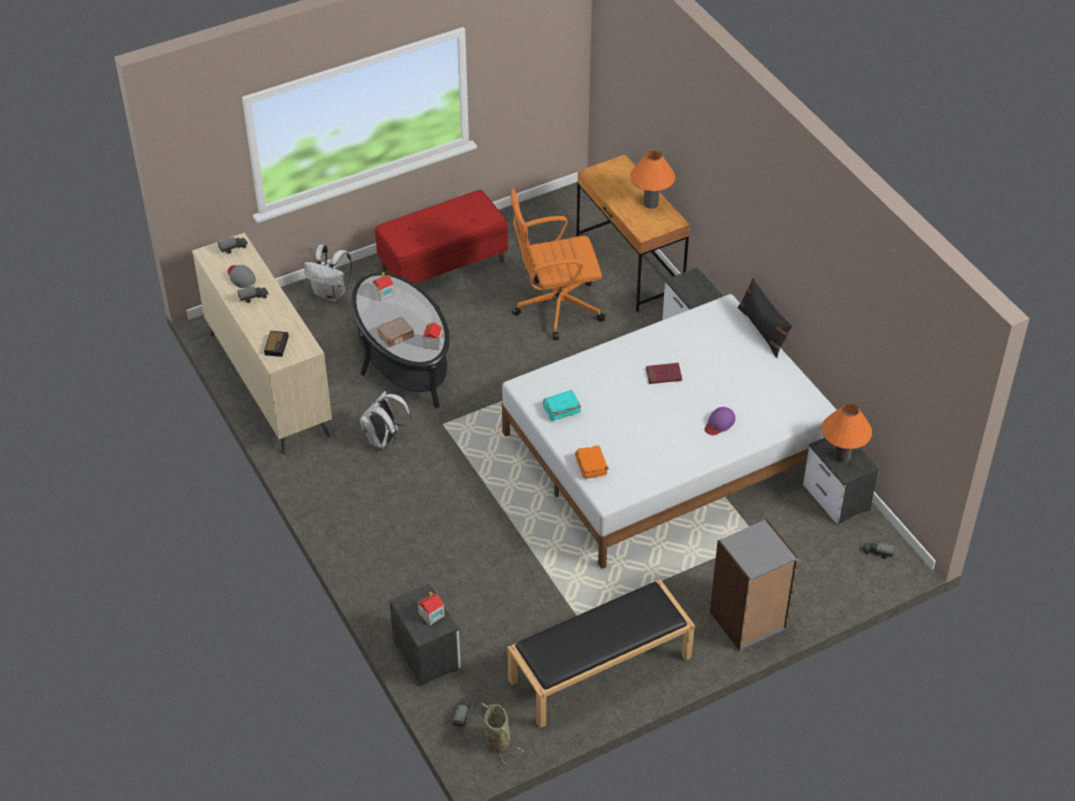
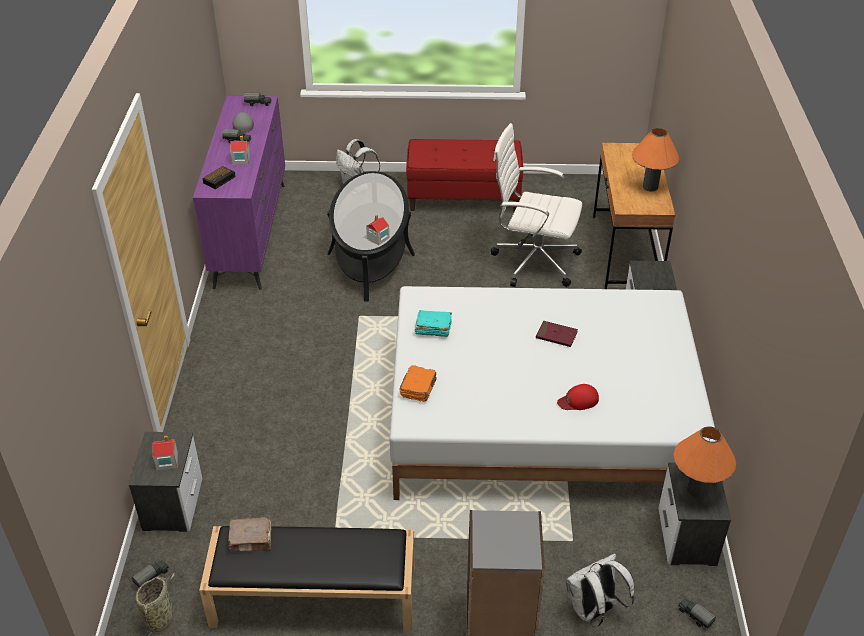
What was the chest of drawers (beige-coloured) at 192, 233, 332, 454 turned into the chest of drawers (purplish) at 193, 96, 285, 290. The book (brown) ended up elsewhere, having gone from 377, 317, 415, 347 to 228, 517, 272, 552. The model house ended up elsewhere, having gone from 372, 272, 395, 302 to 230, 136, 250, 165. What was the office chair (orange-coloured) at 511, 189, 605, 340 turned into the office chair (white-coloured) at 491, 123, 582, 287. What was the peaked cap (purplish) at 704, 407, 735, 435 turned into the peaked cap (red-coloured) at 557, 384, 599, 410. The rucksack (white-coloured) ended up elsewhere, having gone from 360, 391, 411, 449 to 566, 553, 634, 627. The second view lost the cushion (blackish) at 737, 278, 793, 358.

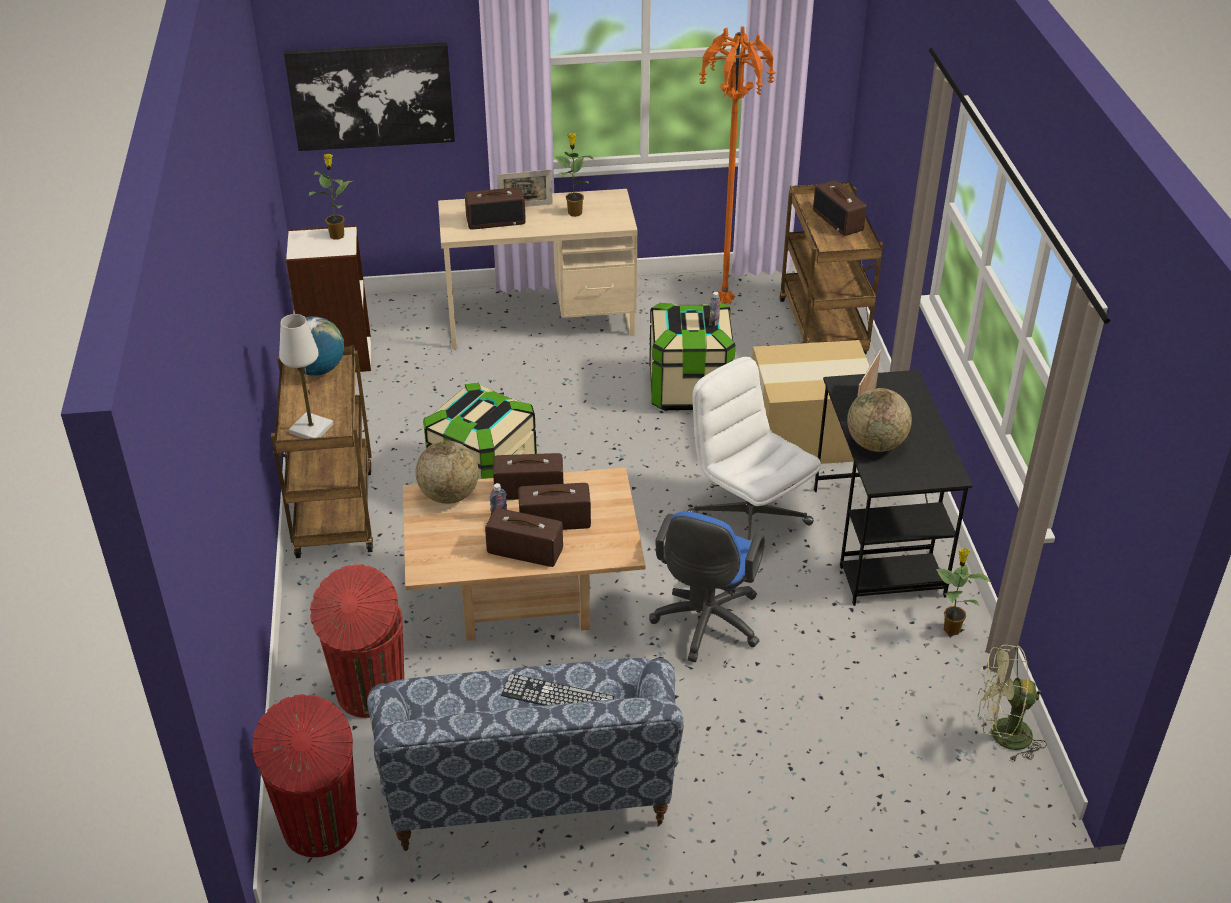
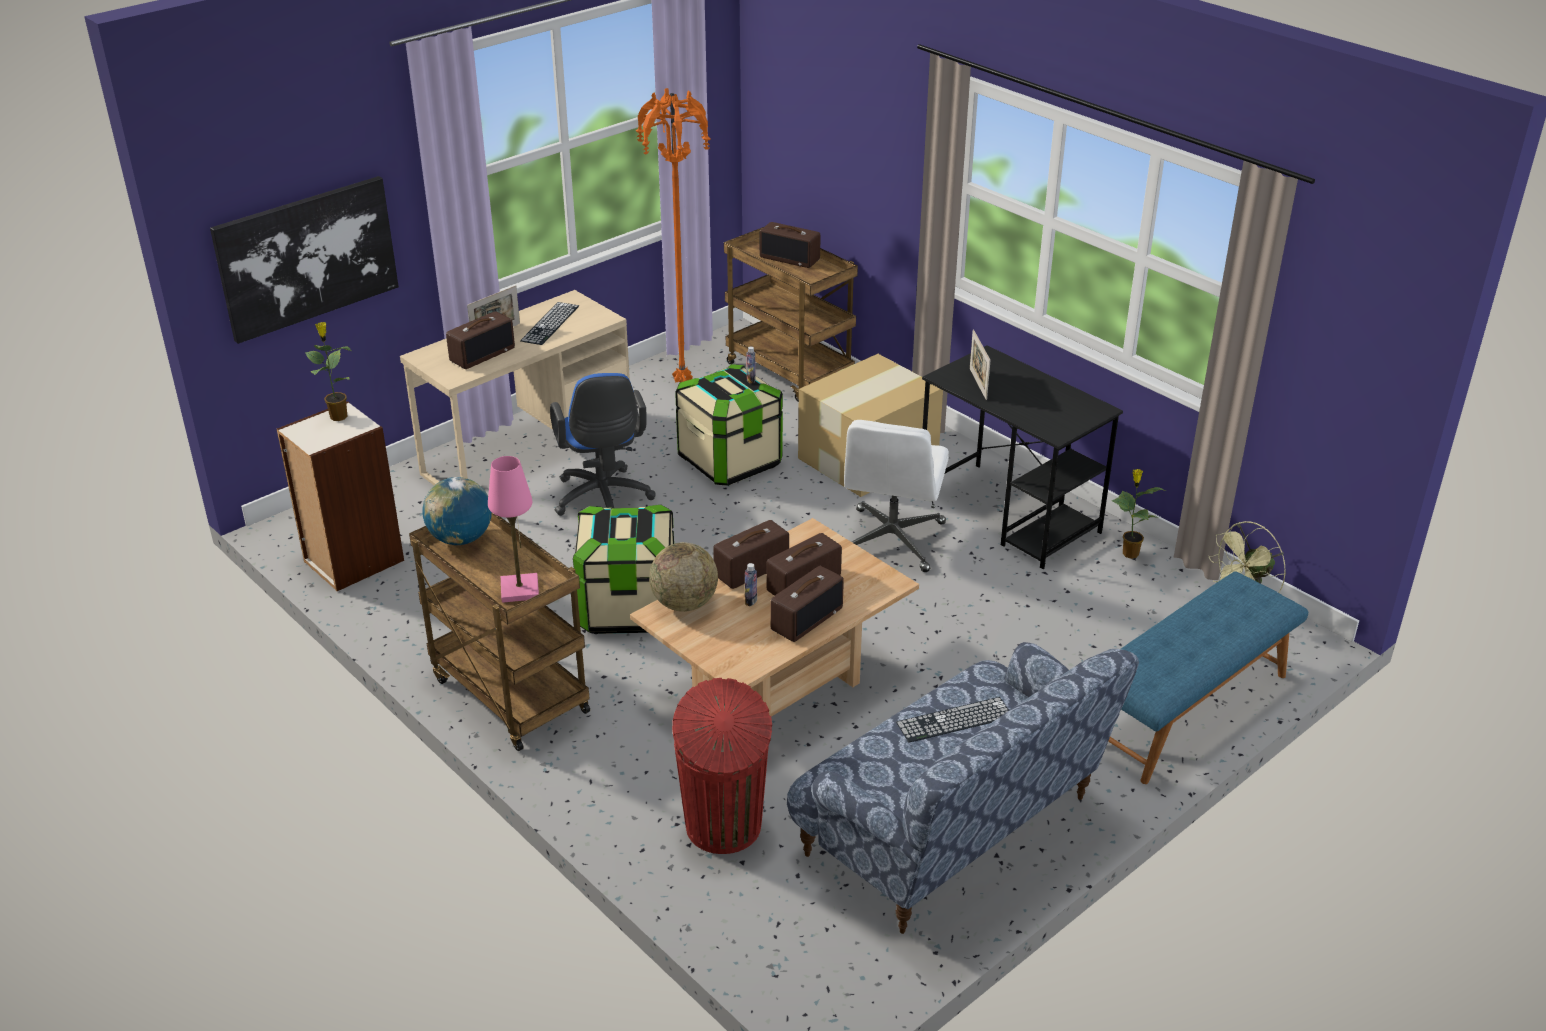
What was the lamp for a table (white-coloured) at 279, 314, 333, 439 turned into the lamp for a table (pink-coloured) at 488, 456, 539, 603. Where the potted plant stood at 556, 133, 594, 217, the PC keyboard came to stand at 520, 302, 579, 345. The office chair (blue-coloured) ended up elsewhere, having gone from 649, 511, 765, 662 to 550, 373, 656, 516. The radio receiver at 485, 508, 563, 567 ended up facing another way, 150 degrees clockwise from before. The office chair (white-coloured) at 687, 357, 821, 541 ended up facing another way, 90 degrees counterclockwise from before. The second view gained the long seat (blue-coloured) at 1108, 572, 1308, 784. The second view lost the rubbish bin (red-coloured) at 252, 694, 357, 857. The second view lost the globe at 847, 388, 912, 452.

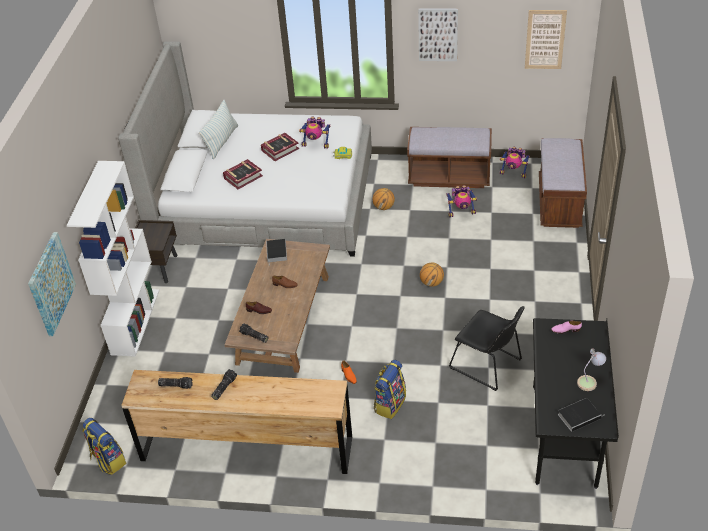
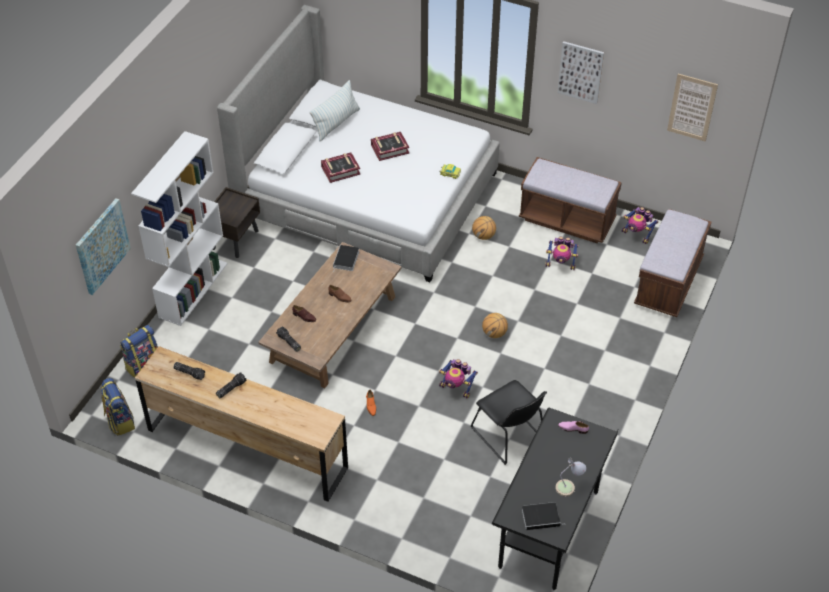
The rucksack ended up elsewhere, having gone from 374, 360, 406, 419 to 120, 325, 158, 378. The robot figure ended up elsewhere, having gone from 299, 117, 331, 149 to 439, 359, 478, 398.

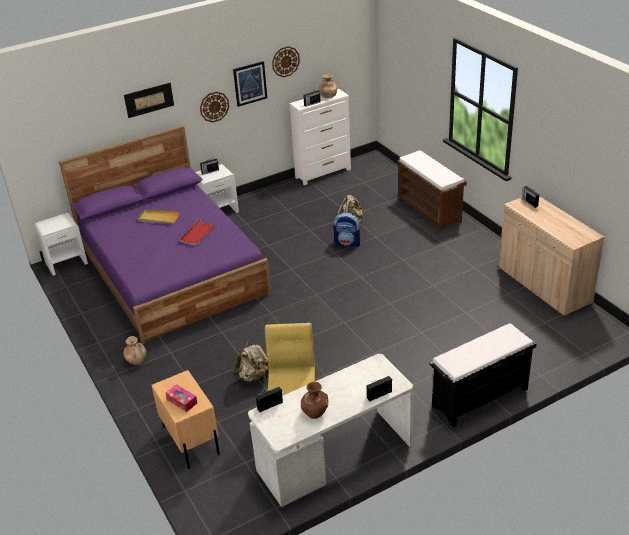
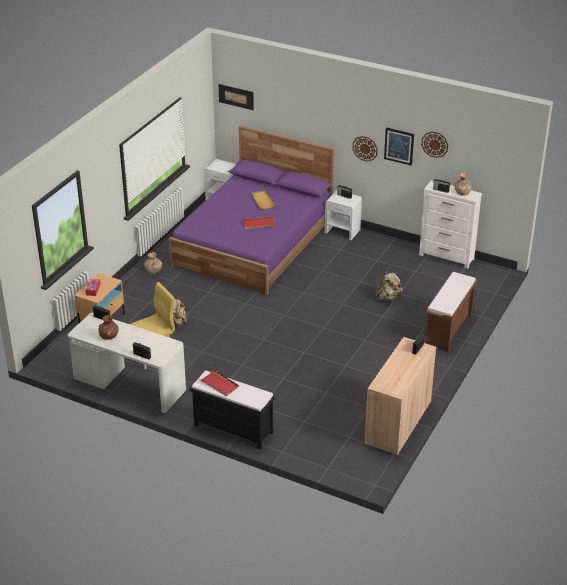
The second view gained the serving tray (red-coloured) at 199, 369, 239, 396. The wall art ended up elsewhere, having gone from 124, 83, 174, 118 to 218, 84, 254, 110. The second view lost the rucksack at 334, 212, 361, 247.

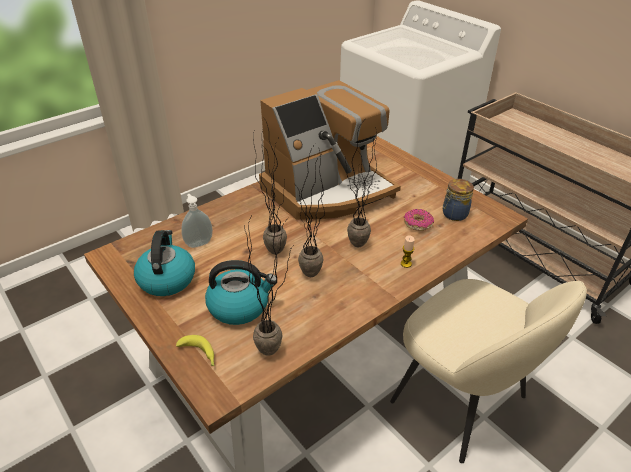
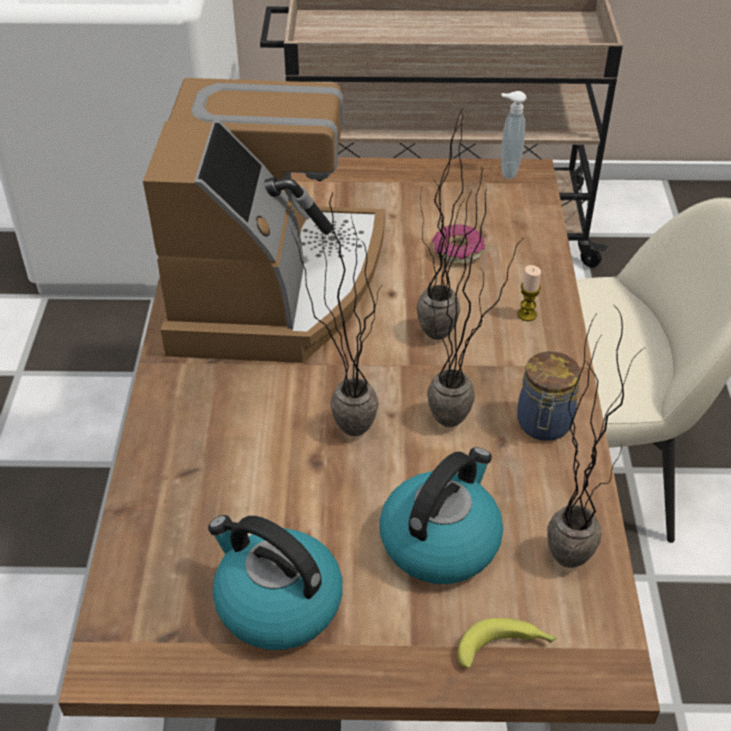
The soap bottle ended up elsewhere, having gone from 181, 194, 213, 248 to 501, 91, 526, 179. The jar ended up elsewhere, having gone from 443, 179, 474, 221 to 517, 351, 580, 441.

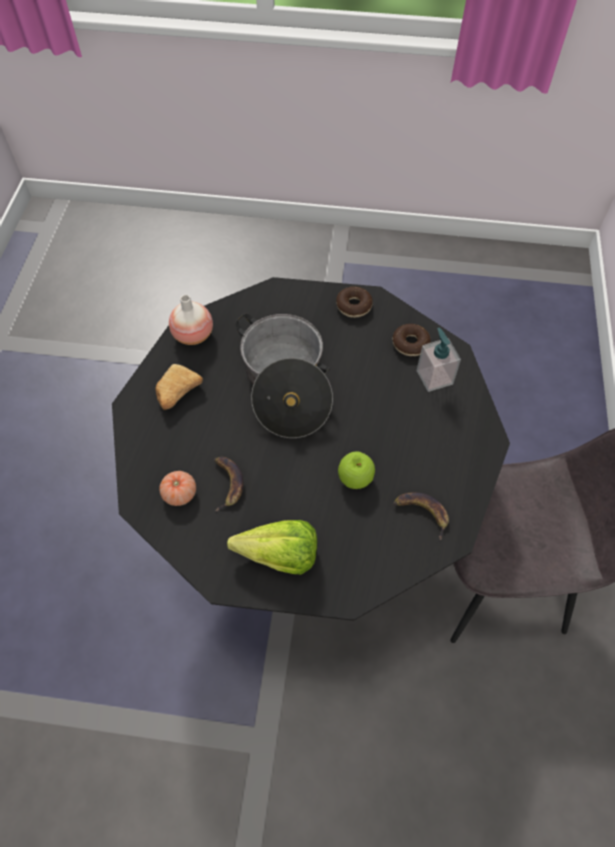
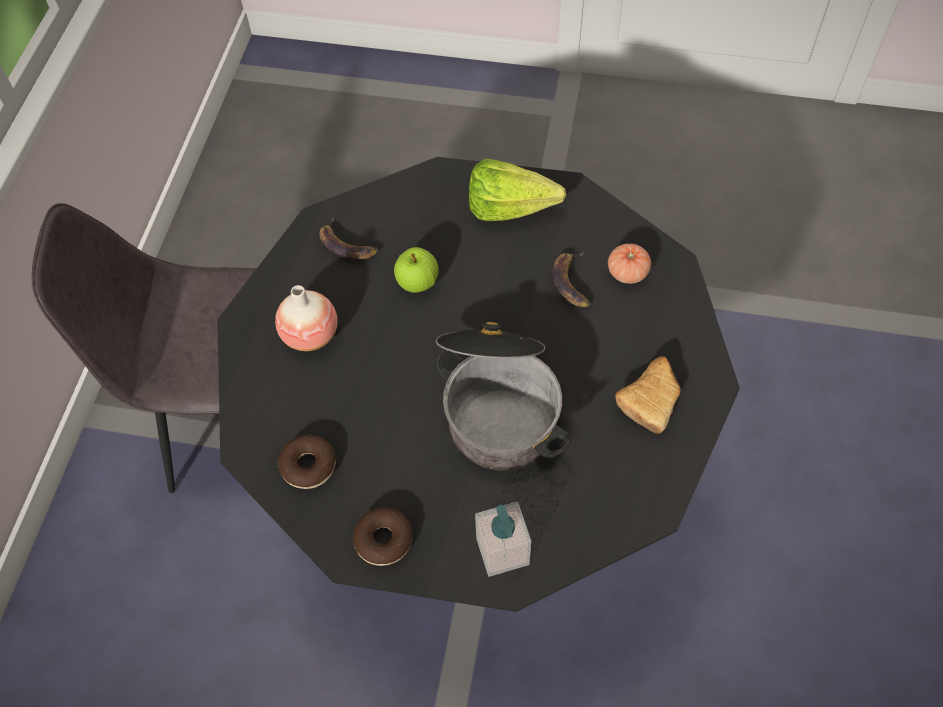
The vase ended up elsewhere, having gone from 169, 295, 213, 345 to 275, 285, 338, 351. The soap bottle ended up elsewhere, having gone from 417, 327, 461, 392 to 475, 502, 531, 577.

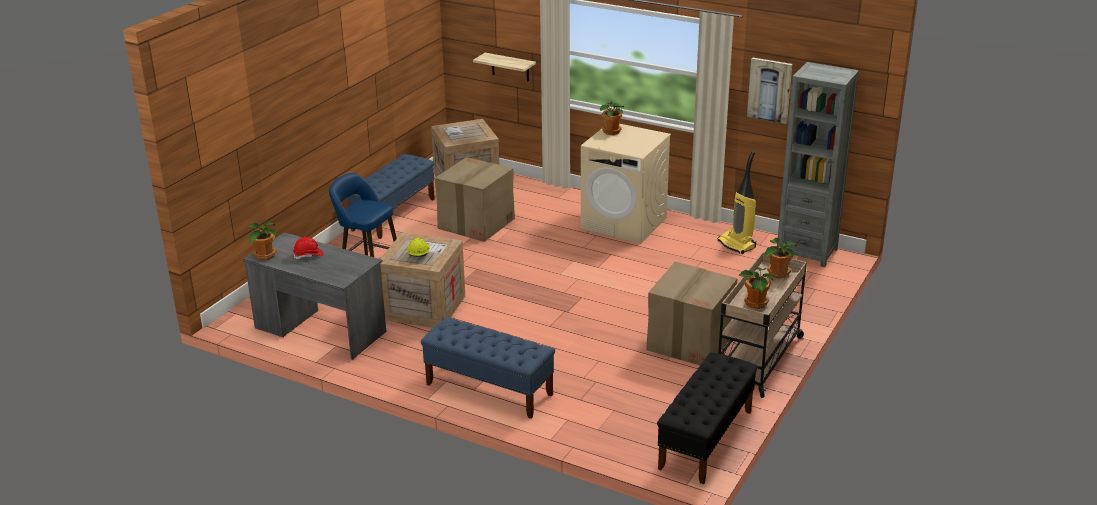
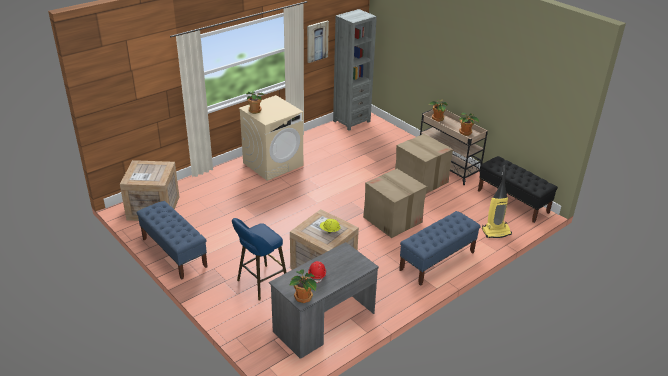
The carton ended up elsewhere, having gone from 434, 157, 515, 242 to 363, 169, 427, 238. The vacuum cleaner ended up elsewhere, having gone from 717, 151, 756, 254 to 482, 166, 512, 238. The second view lost the shelf at 473, 53, 536, 82.

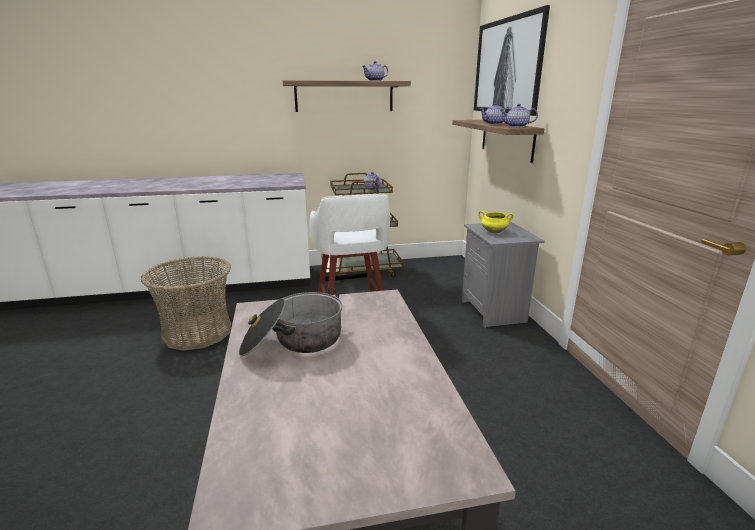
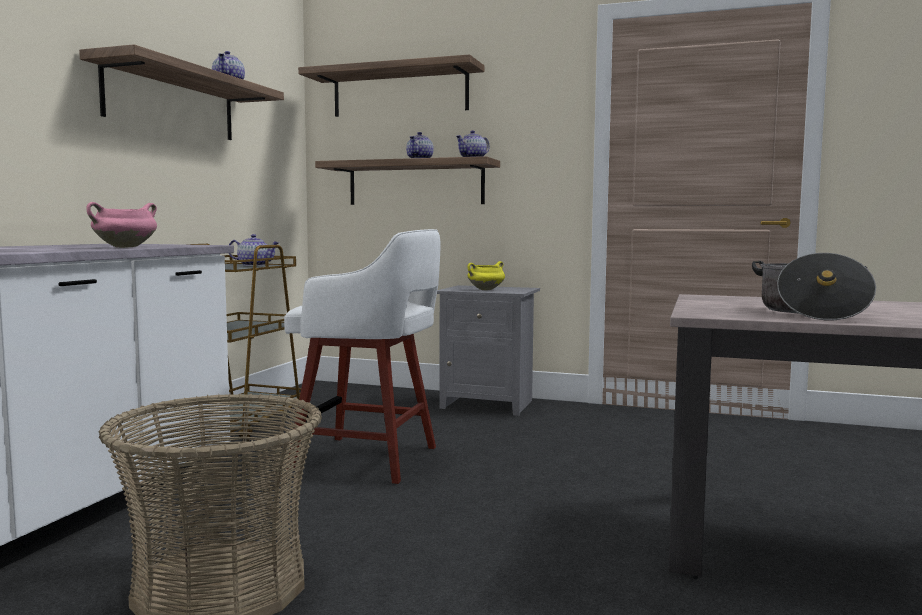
The second view gained the saucepot (pink-coloured) at 86, 202, 157, 248. Where the wall art hung at 474, 5, 550, 116, the shelf came to hang at 298, 54, 484, 117.

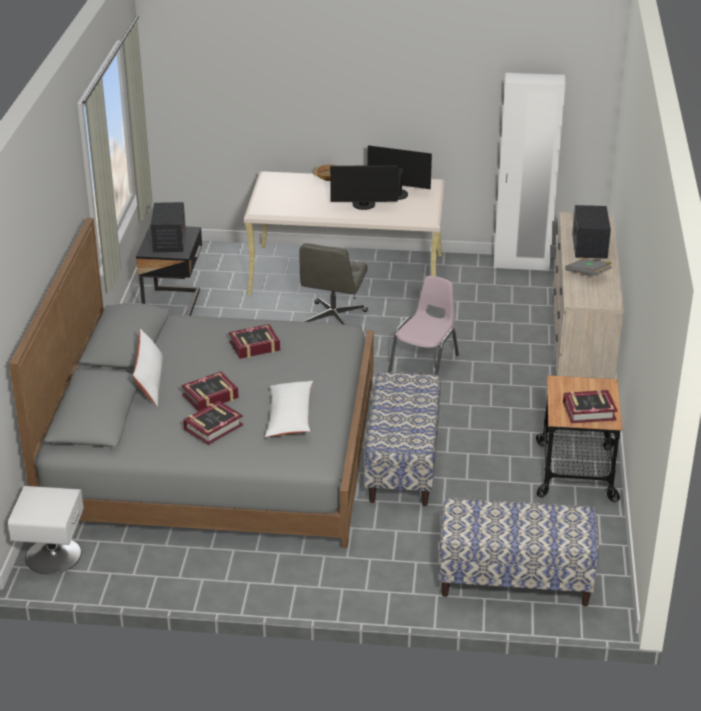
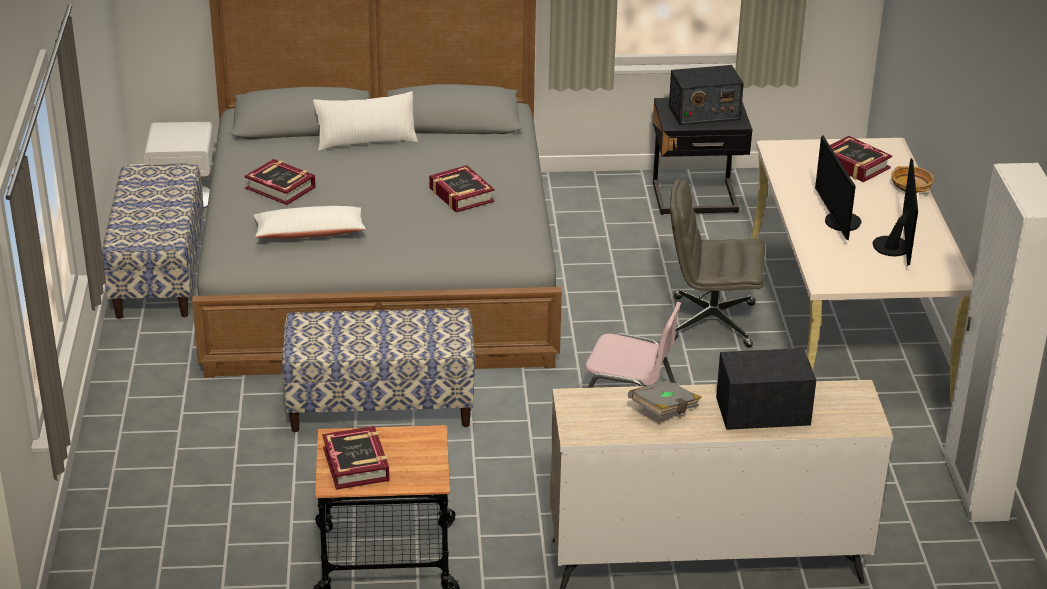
The long seat ended up elsewhere, having gone from 439, 498, 599, 606 to 102, 164, 204, 319. The book ended up elsewhere, having gone from 181, 372, 239, 412 to 830, 136, 892, 182.

